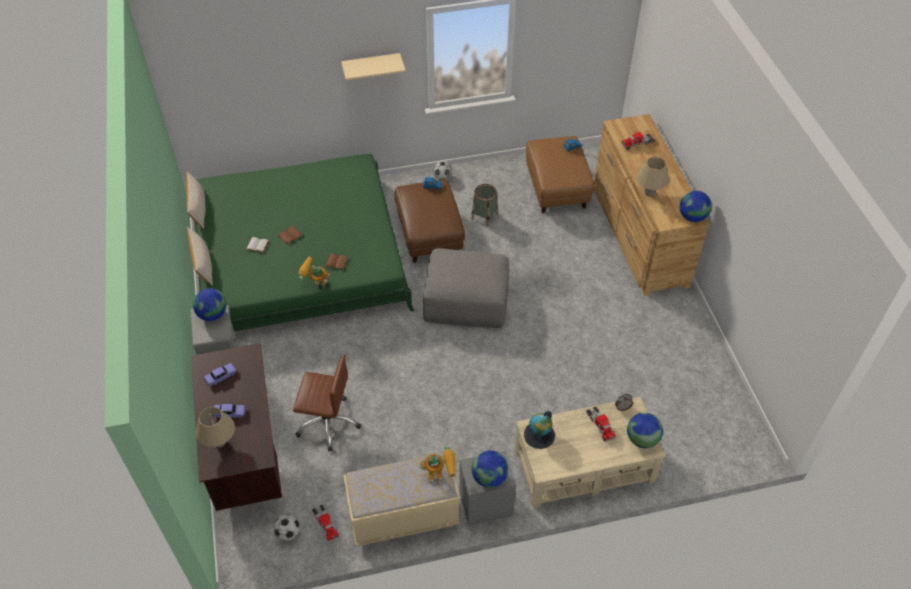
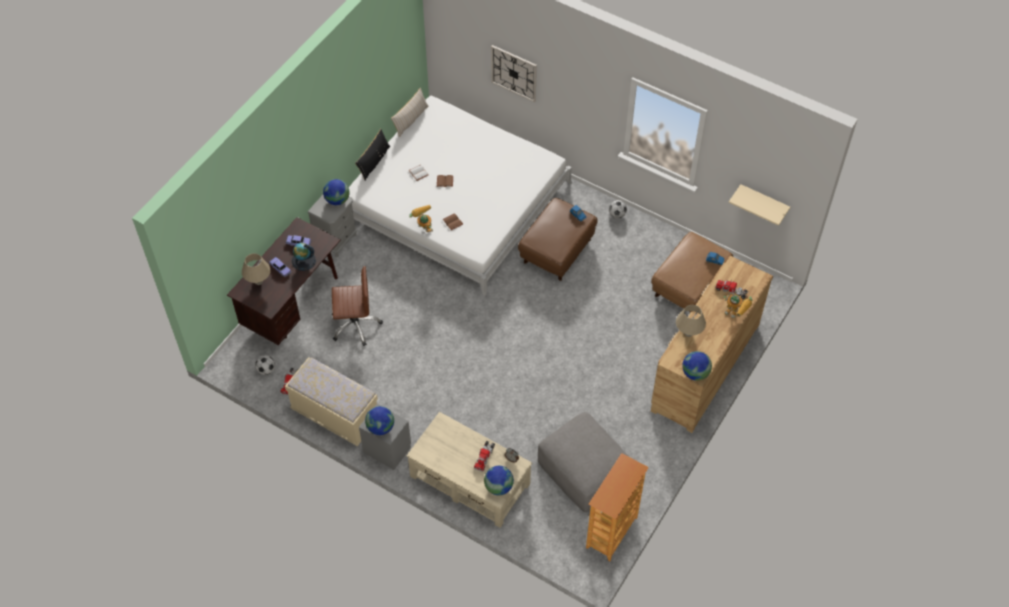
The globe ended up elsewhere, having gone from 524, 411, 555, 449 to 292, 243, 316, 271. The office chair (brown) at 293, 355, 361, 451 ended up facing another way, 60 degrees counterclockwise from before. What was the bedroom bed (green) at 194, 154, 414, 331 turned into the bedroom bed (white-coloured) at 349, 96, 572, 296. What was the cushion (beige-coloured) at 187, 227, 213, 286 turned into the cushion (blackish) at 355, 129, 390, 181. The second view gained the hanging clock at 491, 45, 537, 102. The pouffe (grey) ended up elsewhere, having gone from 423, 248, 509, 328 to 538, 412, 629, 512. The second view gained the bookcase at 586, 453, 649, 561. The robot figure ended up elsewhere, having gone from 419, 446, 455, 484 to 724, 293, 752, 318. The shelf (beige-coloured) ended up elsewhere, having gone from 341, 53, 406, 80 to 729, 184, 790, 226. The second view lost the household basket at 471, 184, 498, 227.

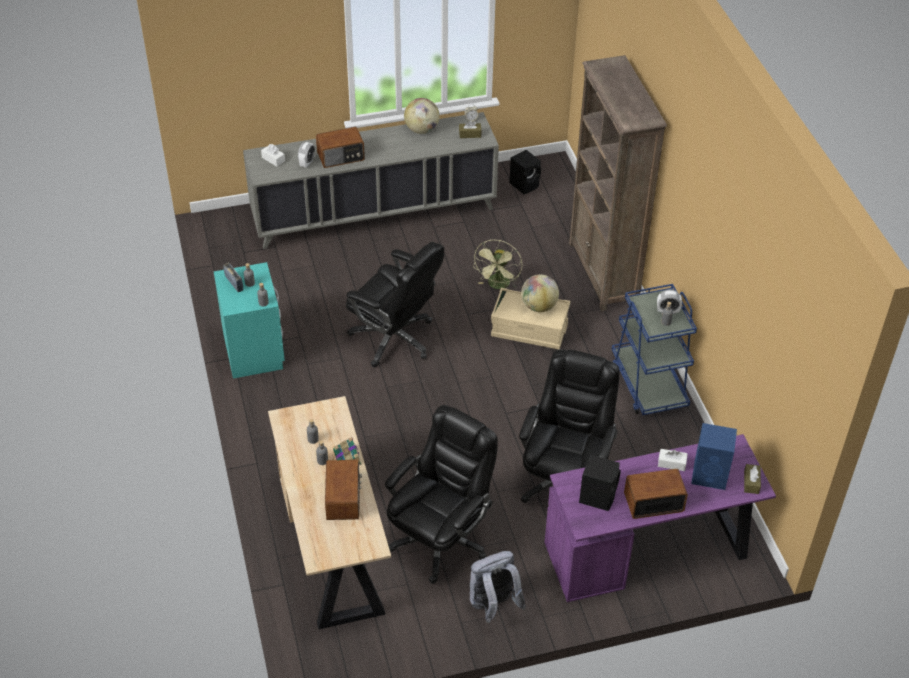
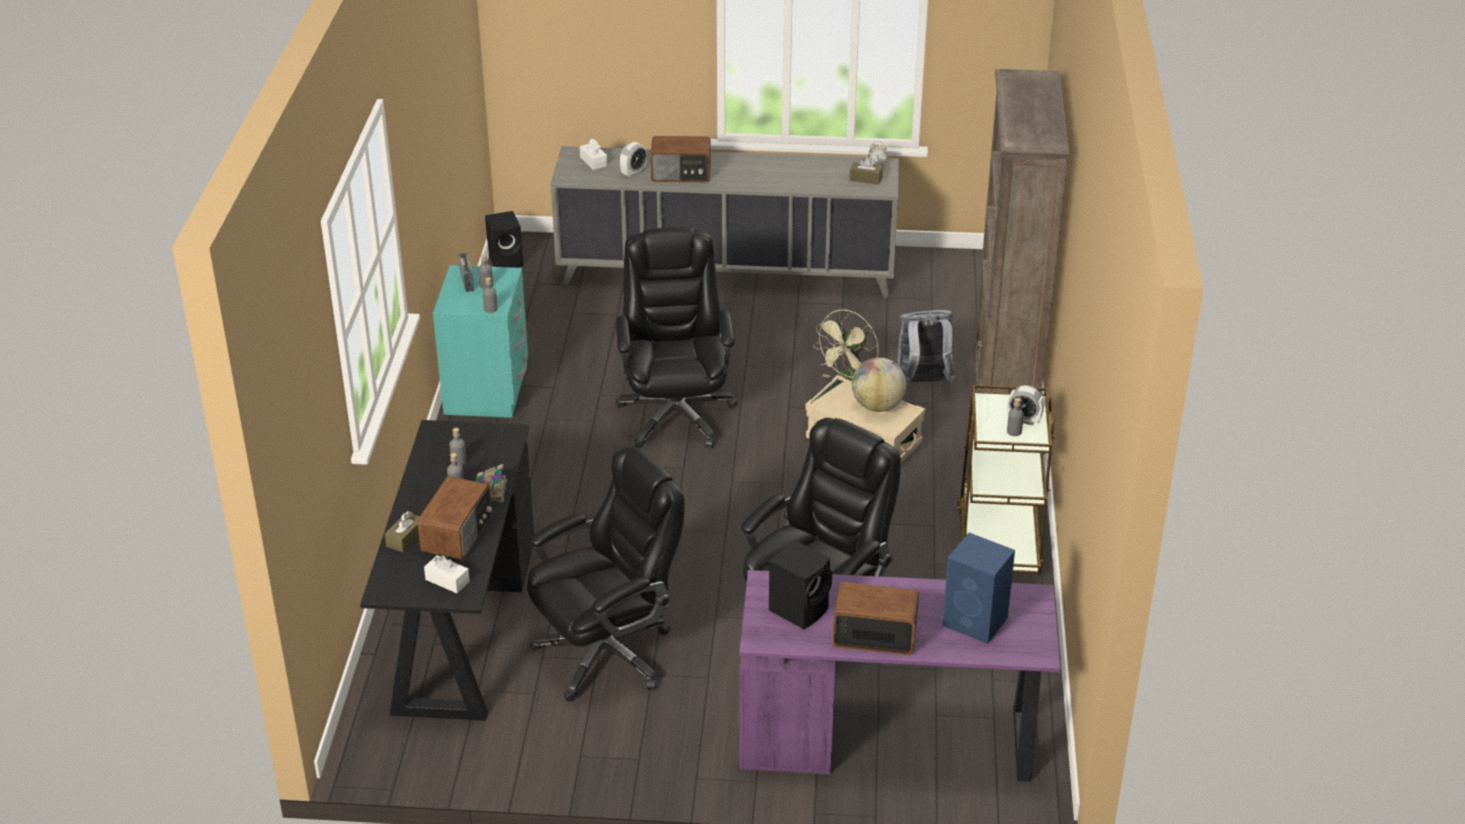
What was the desk table (beige-coloured) at 268, 396, 391, 629 turned into the desk table (blackish) at 360, 420, 534, 721. The tissue box (brown) ended up elsewhere, having gone from 744, 464, 761, 494 to 385, 511, 420, 552. The tissue box (white-coloured) ended up elsewhere, having gone from 658, 449, 688, 471 to 424, 555, 470, 593. The speaker (blackish) ended up elsewhere, having gone from 509, 150, 541, 195 to 485, 211, 523, 268. The office chair (blackish) at 346, 242, 444, 367 ended up facing another way, 150 degrees counterclockwise from before. The rucksack (grey) ended up elsewhere, having gone from 470, 551, 526, 623 to 897, 310, 956, 384. What was the cart (blue-coloured) at 612, 284, 697, 415 turned into the cart (brown) at 957, 385, 1056, 574. The second view lost the globe at 404, 98, 440, 134.

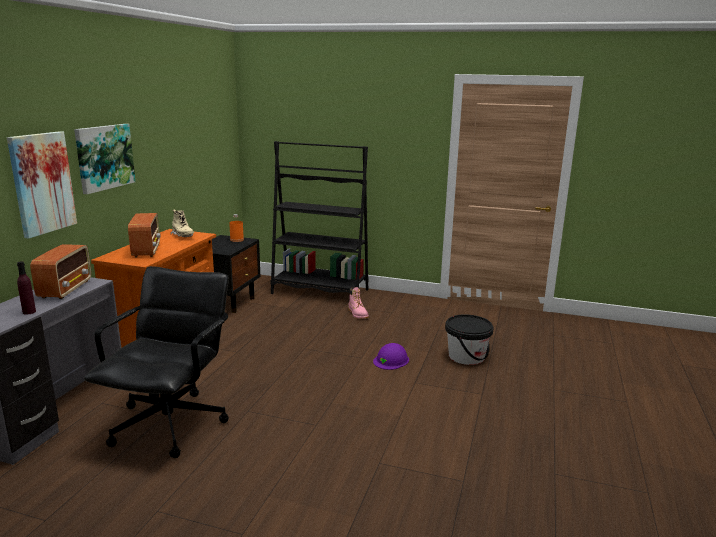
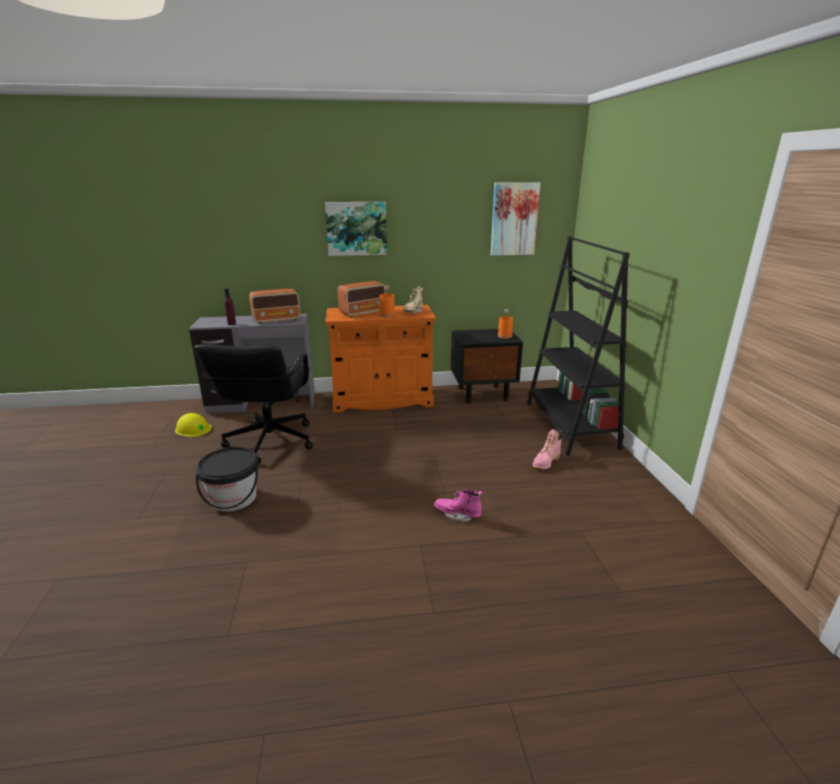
The second view gained the work helmet (yellow) at 175, 413, 212, 437. The office chair (blackish) at 84, 266, 229, 458 ended up facing another way, 105 degrees clockwise from before. The bucket (blackish) ended up elsewhere, having gone from 445, 314, 494, 365 to 196, 447, 259, 512. The second view gained the beverage bottle (orange-coloured) at 379, 286, 395, 317. Where the work helmet (purplish) stood at 373, 343, 409, 370, the high-top boot (pink-coloured) came to stand at 434, 490, 482, 522. The wall art ended up elsewhere, having gone from 7, 131, 77, 239 to 491, 182, 540, 256.

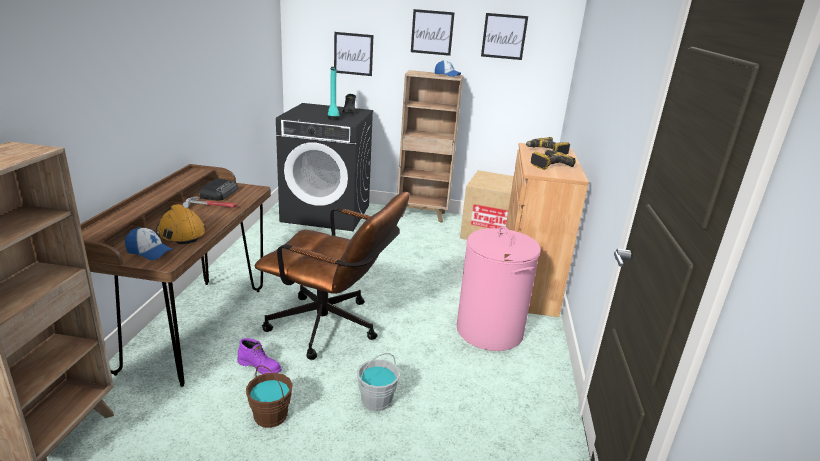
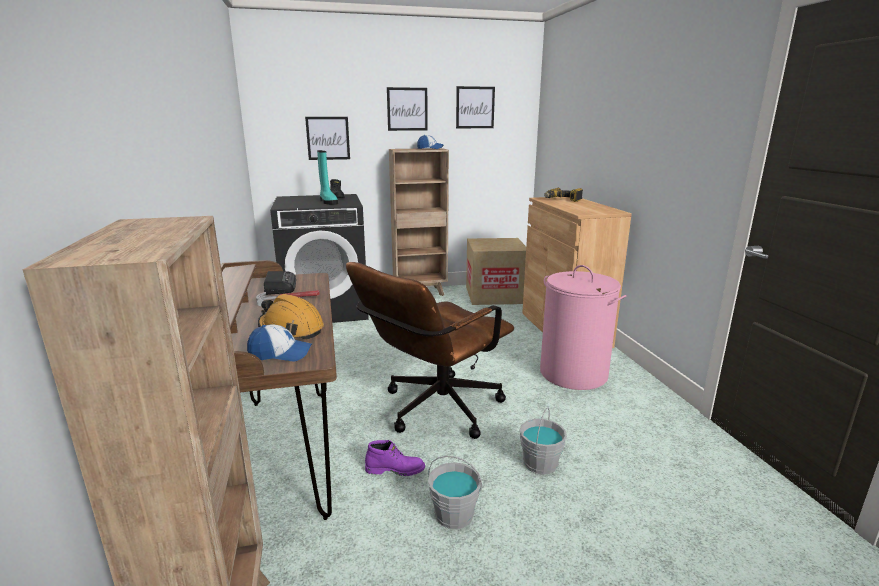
The office chair (brown) at 255, 192, 409, 360 ended up facing another way, 135 degrees clockwise from before. What was the bucket (brown) at 246, 365, 293, 428 turned into the bucket (grey) at 428, 456, 482, 529. The second view lost the drill at 531, 150, 576, 170.

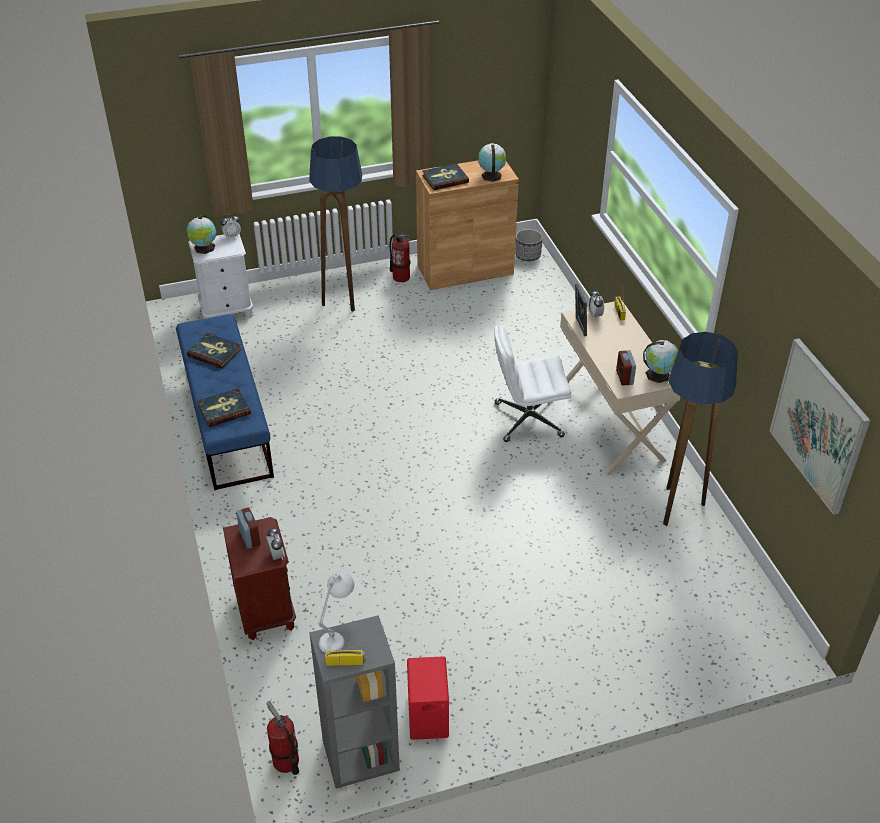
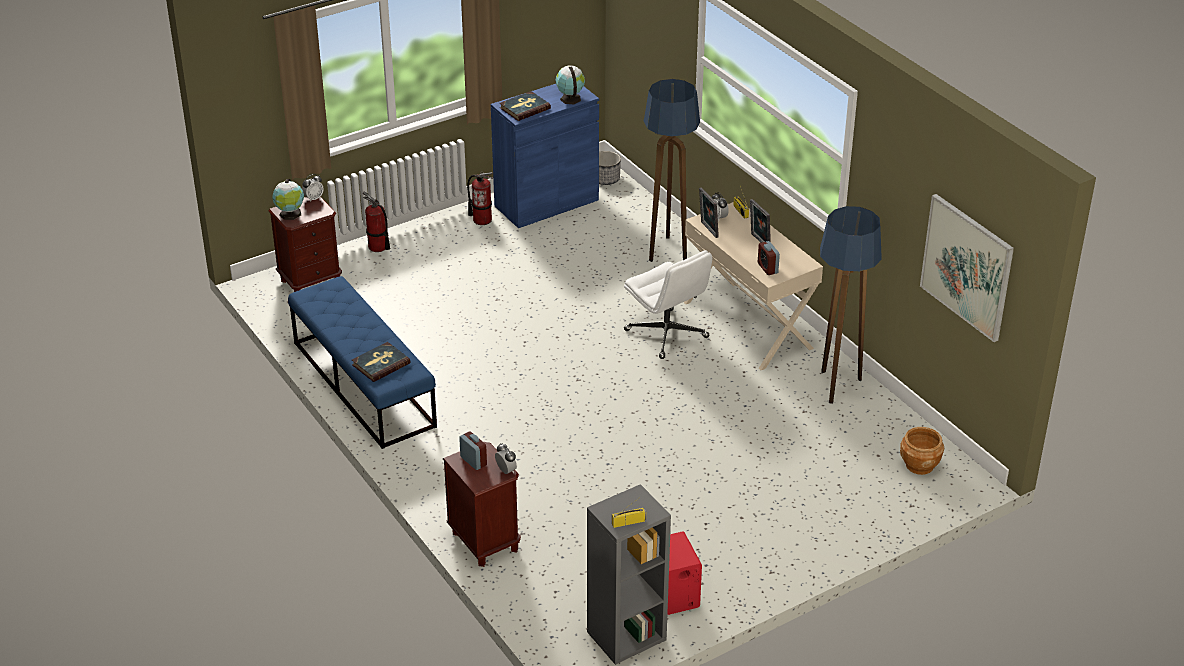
What was the night table (white-coloured) at 188, 234, 253, 319 turned into the night table (brown) at 268, 197, 342, 292. The fire-fighting cylinder ended up elsewhere, having gone from 267, 701, 299, 775 to 363, 192, 390, 252. What was the cabinet (brown) at 416, 160, 519, 290 turned into the cabinet (blue-coloured) at 491, 84, 599, 228. The office chair (white-coloured) at 494, 325, 571, 442 ended up facing another way, 105 degrees counterclockwise from before. The standing lamp ended up elsewhere, having gone from 309, 136, 362, 312 to 644, 79, 700, 262. The second view gained the standing frame at 750, 199, 771, 243. The second view gained the planter (brown) at 900, 427, 944, 475. The second view lost the book at 187, 333, 242, 369. The second view lost the lamp for a table (white-coloured) at 318, 572, 354, 653. The second view lost the globe at 643, 340, 678, 383.

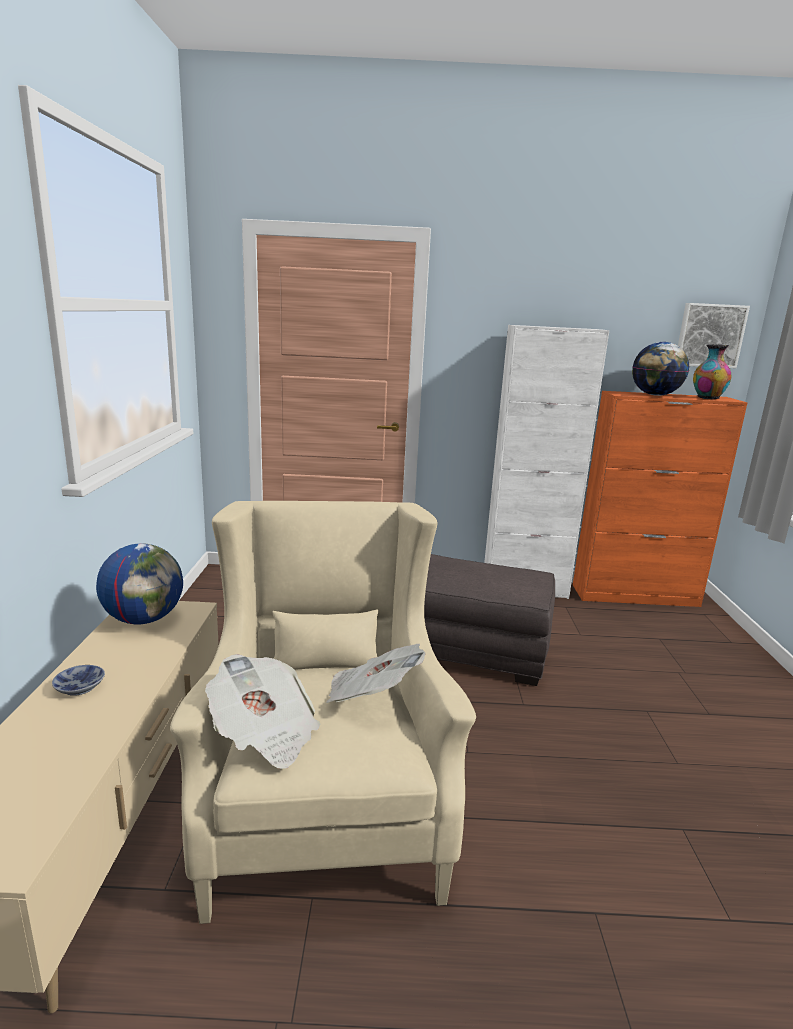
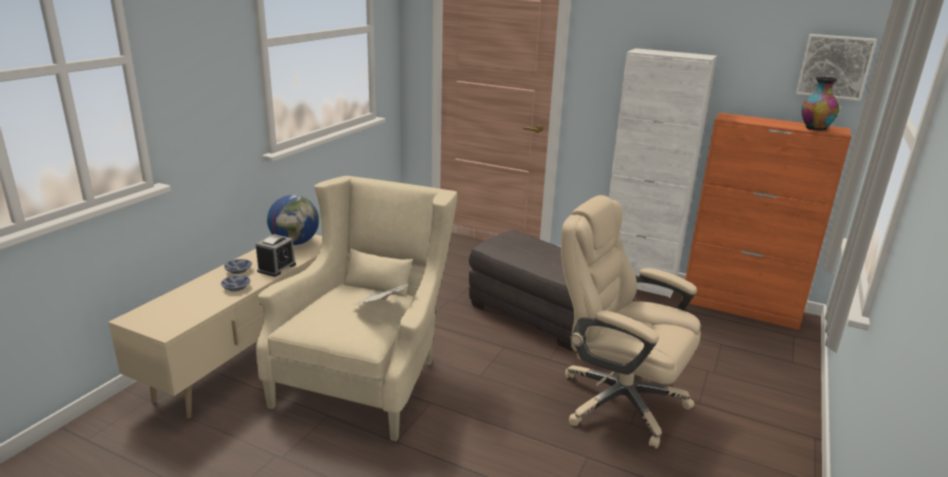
The second view gained the deep dish at 221, 275, 251, 291. The second view gained the alarm clock at 256, 234, 296, 277. The second view gained the office chair (beige-coloured) at 561, 195, 701, 449. The second view lost the newspaper at 205, 654, 321, 769. The second view lost the globe at 632, 342, 689, 396.

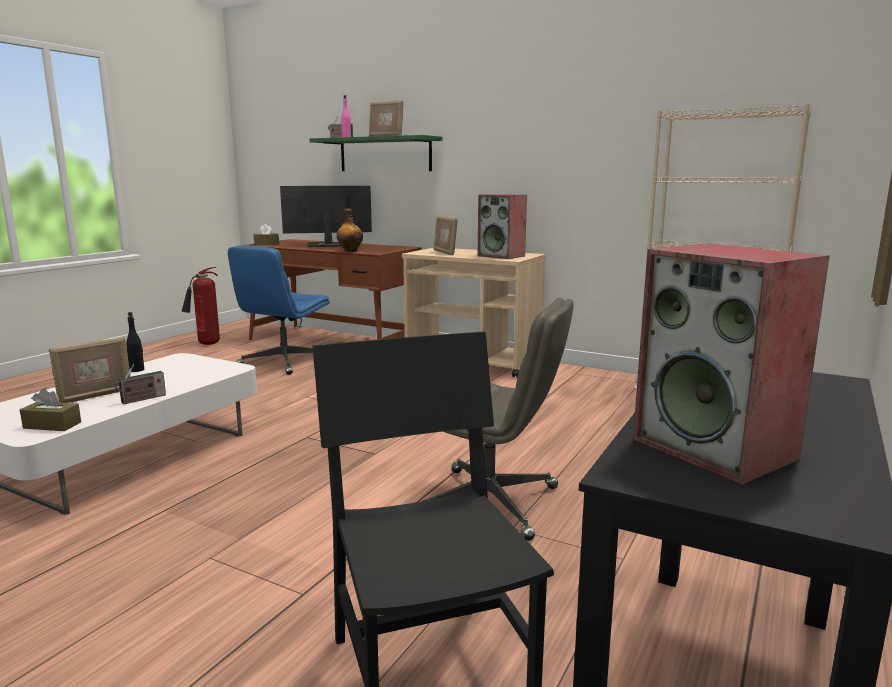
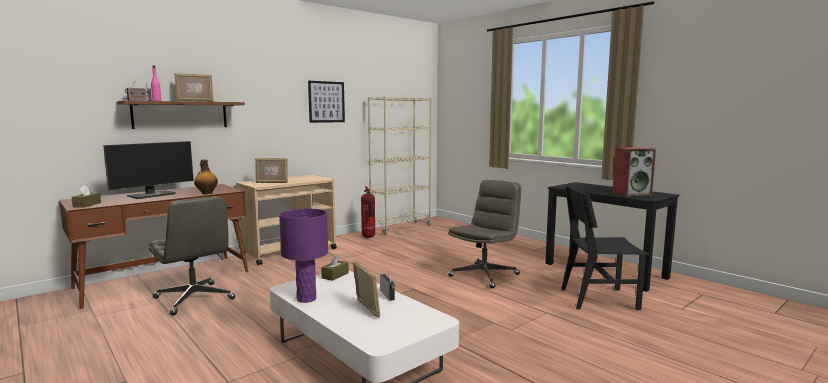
The computer display at 280, 186, 372, 247 ended up facing another way, 150 degrees counterclockwise from before. What was the shelf (green) at 309, 135, 442, 171 turned into the shelf (brown) at 117, 101, 245, 129. What was the office chair (blue-coloured) at 228, 245, 330, 375 turned into the office chair (grey) at 149, 196, 235, 315. Where the beverage bottle (blackish) stood at 126, 312, 144, 372, the lamp for a table (purplish) came to stand at 279, 209, 328, 303. The second view gained the wall art at 308, 81, 345, 123. The tissue box (brown) ended up elsewhere, having gone from 20, 388, 81, 431 to 321, 254, 349, 281. The fire-fighting cylinder ended up elsewhere, having gone from 182, 267, 220, 345 to 361, 186, 375, 238. The second view lost the speaker at 478, 194, 527, 259.

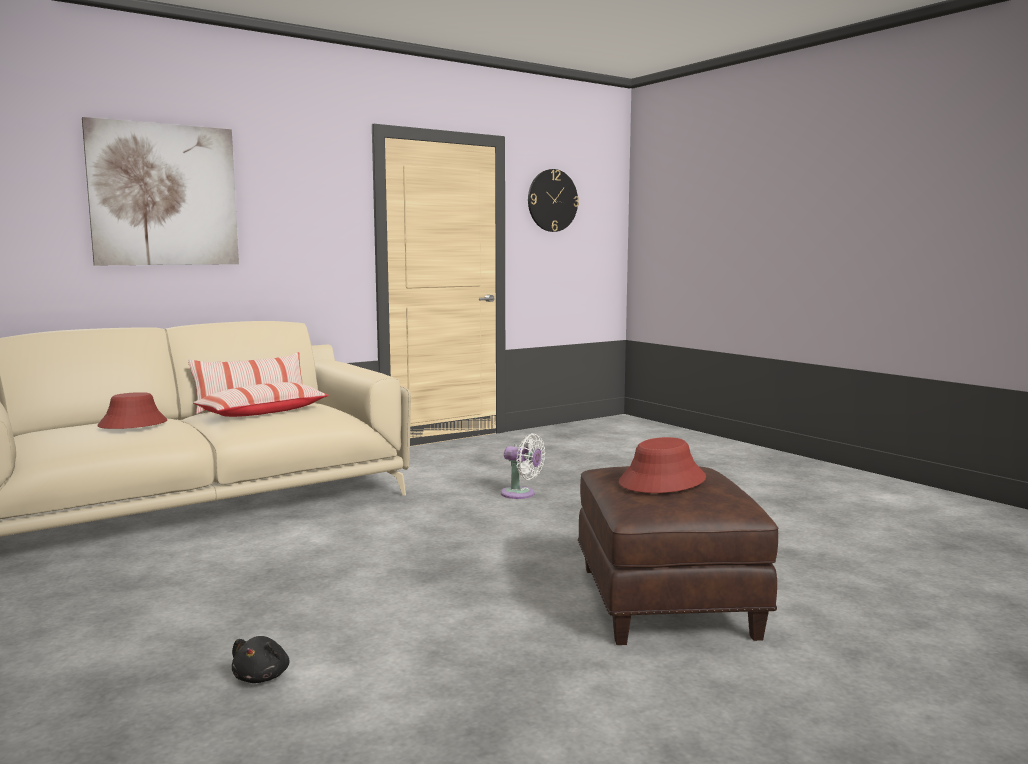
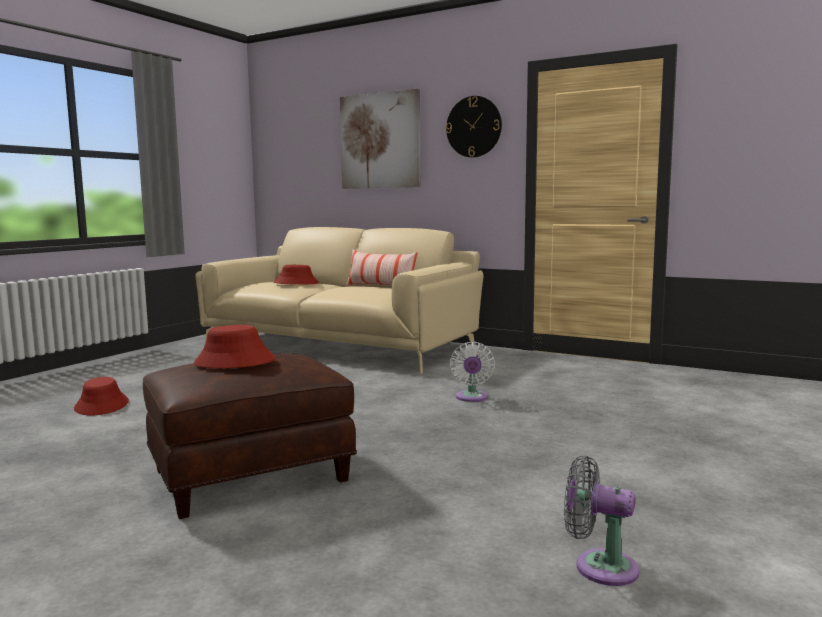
Where the cuddly toy (blackish) stood at 232, 636, 290, 683, the wearable hat (red-coloured) came to stand at 74, 377, 129, 416. The hanging clock ended up elsewhere, having gone from 528, 169, 579, 232 to 446, 96, 502, 157. The second view gained the fan (grey) at 564, 456, 639, 586. The second view lost the cushion at 193, 382, 329, 417.

